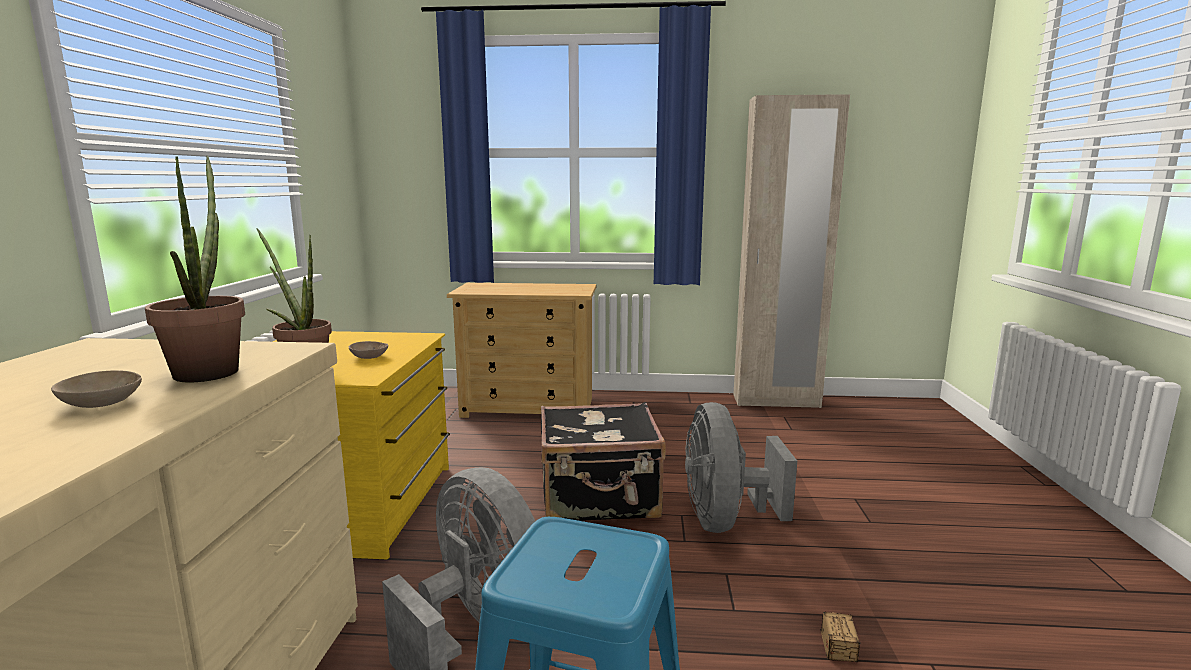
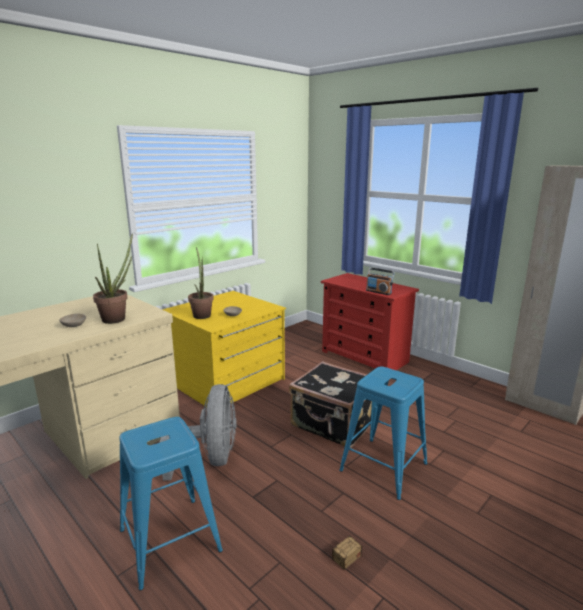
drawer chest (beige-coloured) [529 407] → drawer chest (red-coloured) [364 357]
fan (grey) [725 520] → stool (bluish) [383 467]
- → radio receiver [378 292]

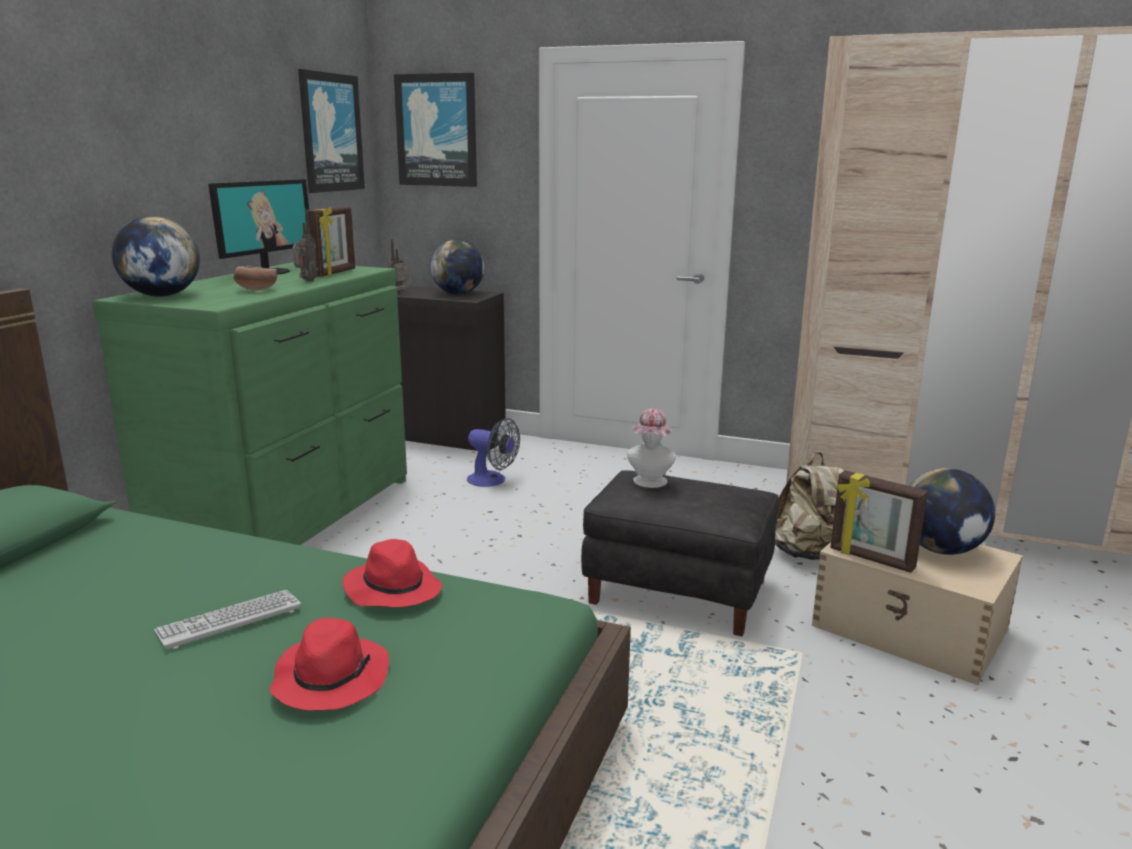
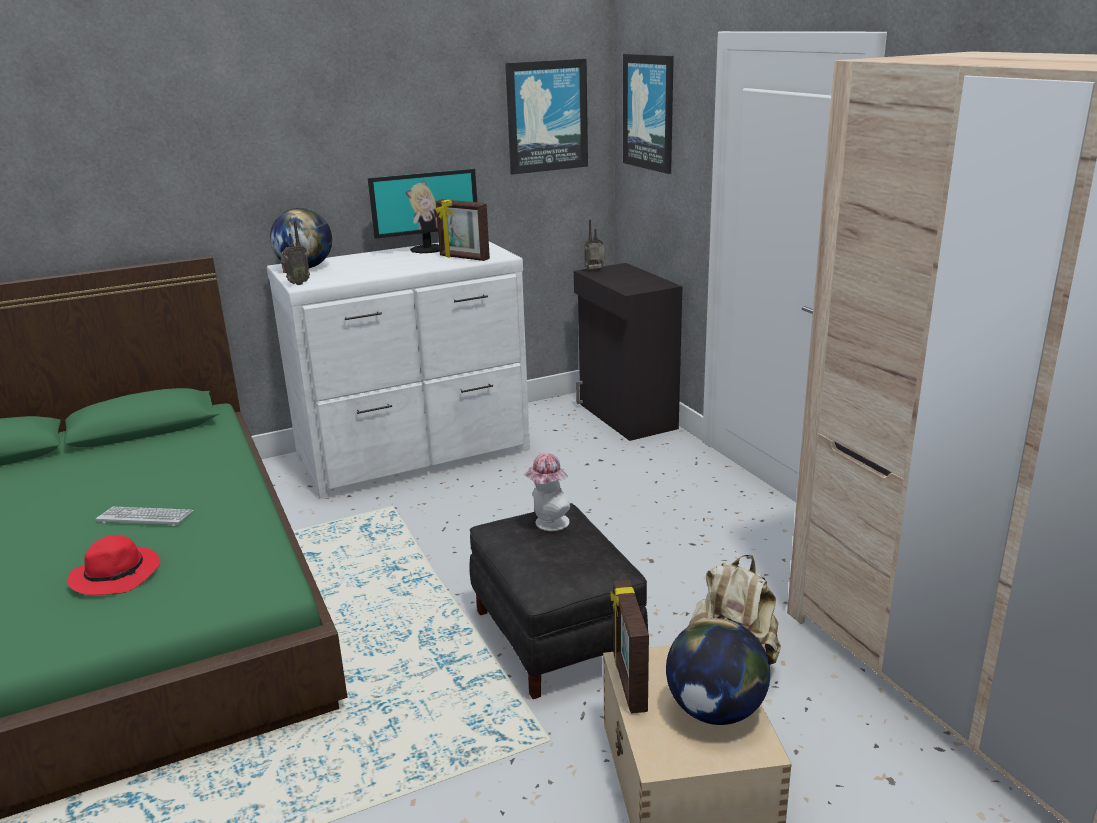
standing frame [335 273] → standing frame [464 258], 60 degrees clockwise
radio receiver [306 281] → radio receiver [296 284], shifted
world globe [458 293] → -
drawer chest (greenish) [291 517] → drawer chest (white) [415 454]
bowl [255 290] → -
fan [492 481] → -
clothing hat (red-coloured) [392 589] → -

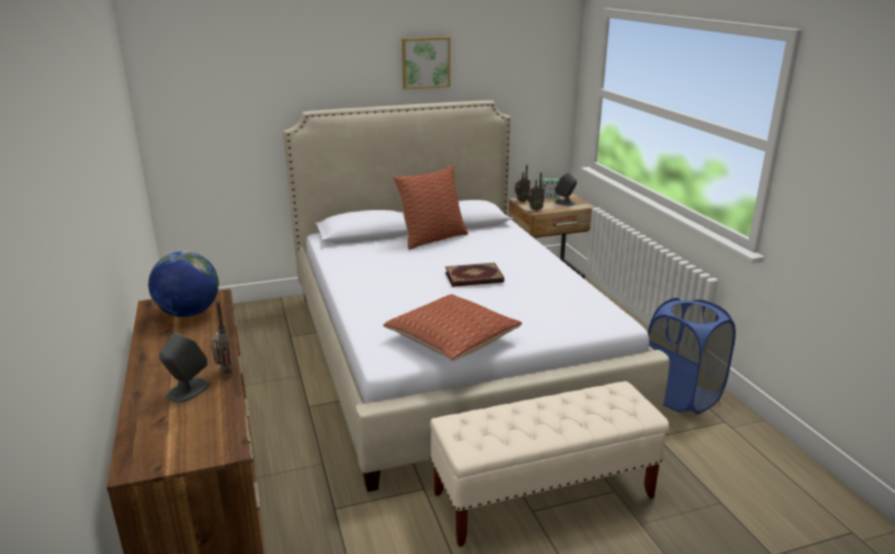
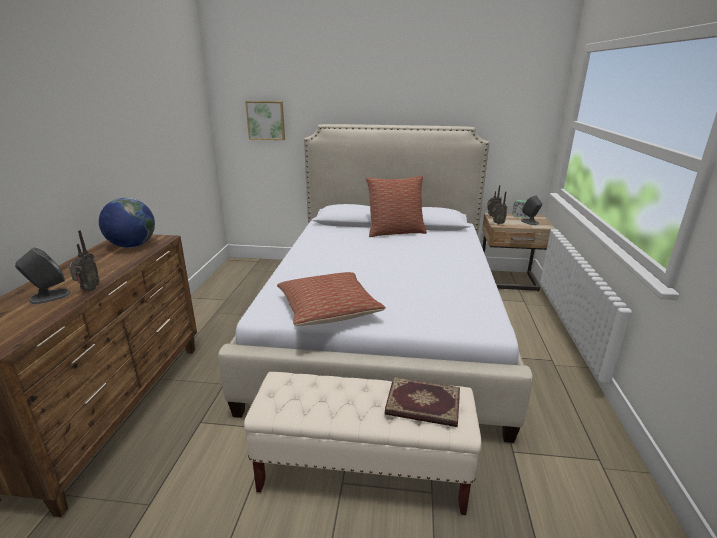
wall art [425 62] → wall art [266 120], shifted
bound book [474 278] → bound book [422 405], shifted
hamper (bluish) [681 396] → -

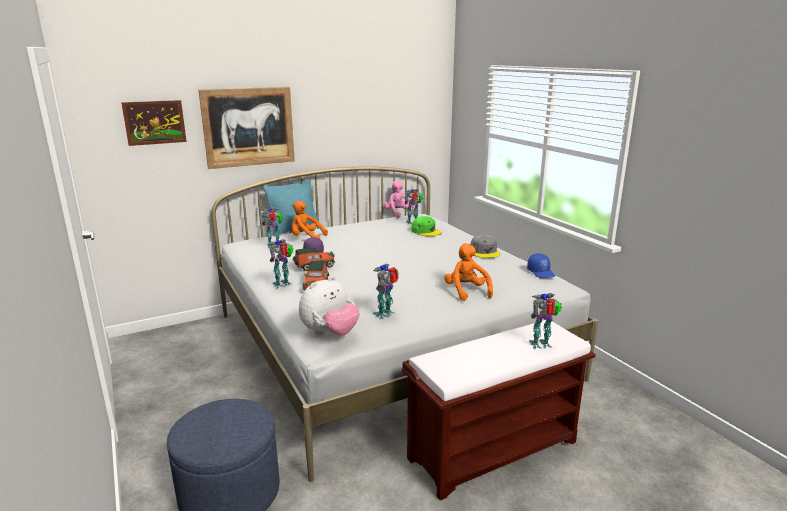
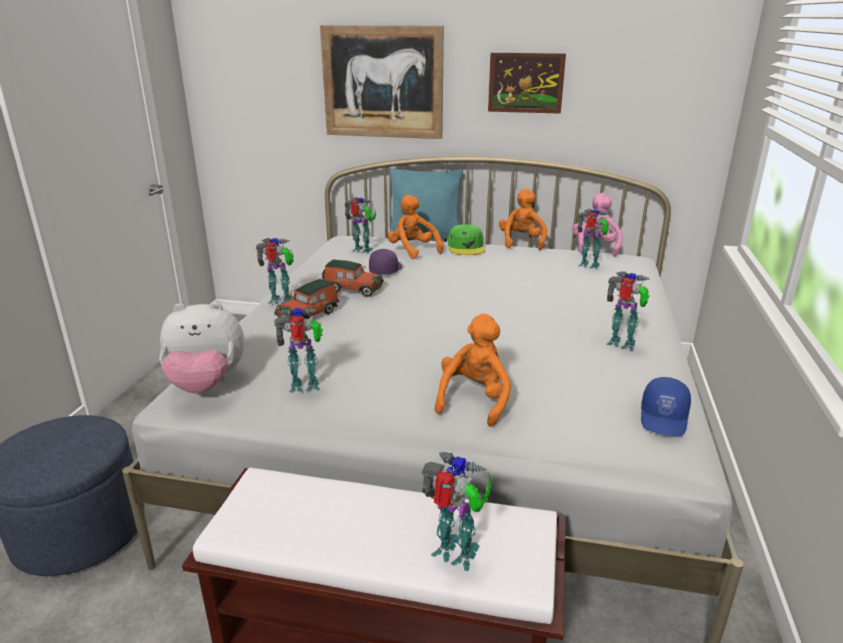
wall art [154 122] → wall art [526 83], shifted
cap (greenish) [426 231] → cap (greenish) [466 247], shifted
cap (grey) [484 252] → model robot [622 344]
- → plush toy (orange) [521 242]

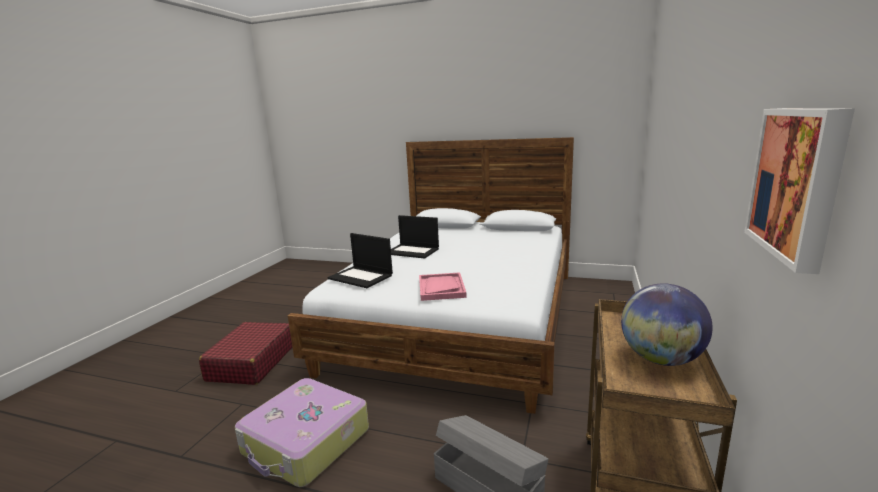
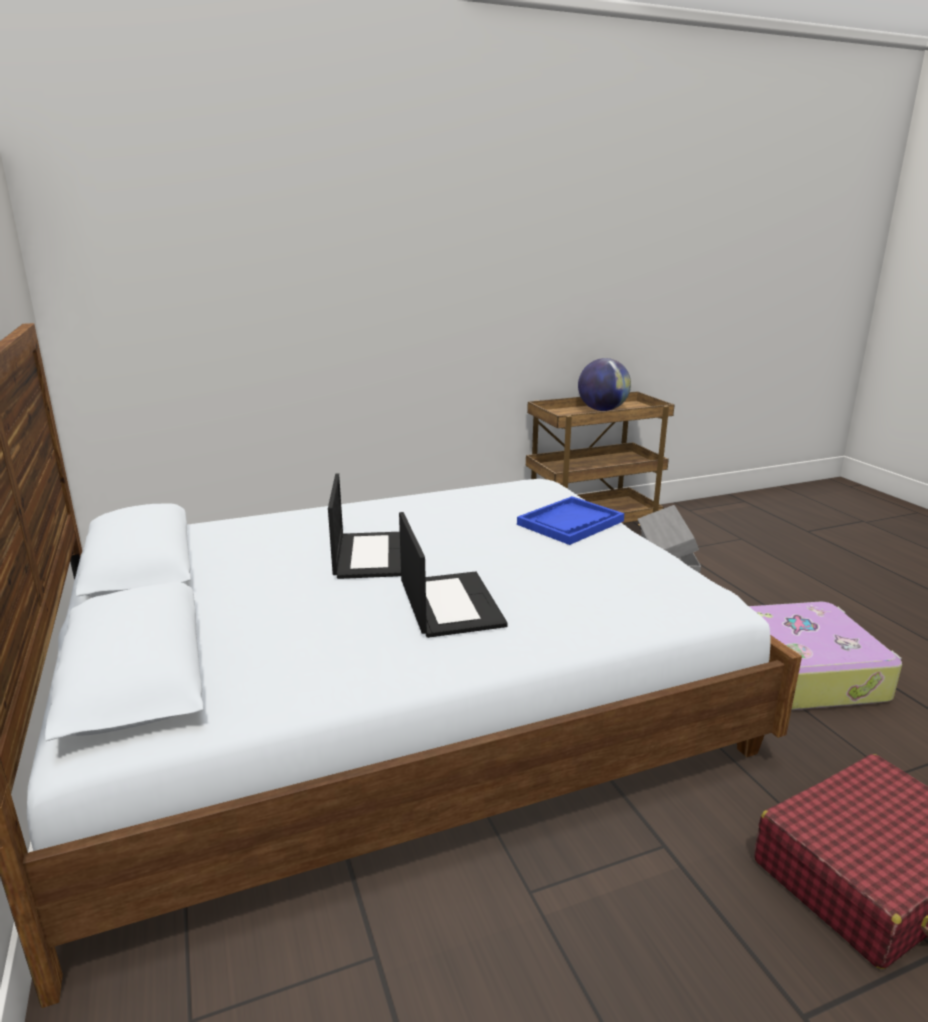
wall art [799 182] → -
laptop [361 277] → laptop [371 555], shifted
serving tray (pinkish) [441 288] → serving tray (bluish) [570 523]

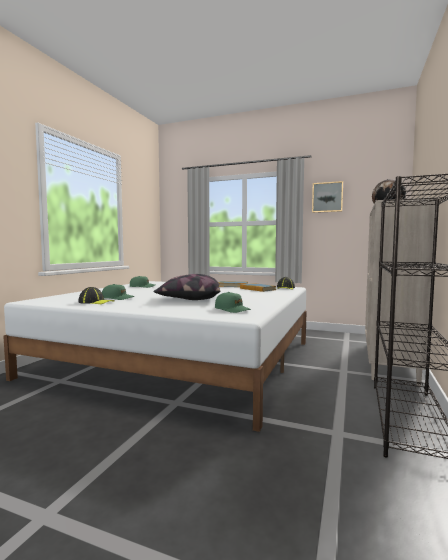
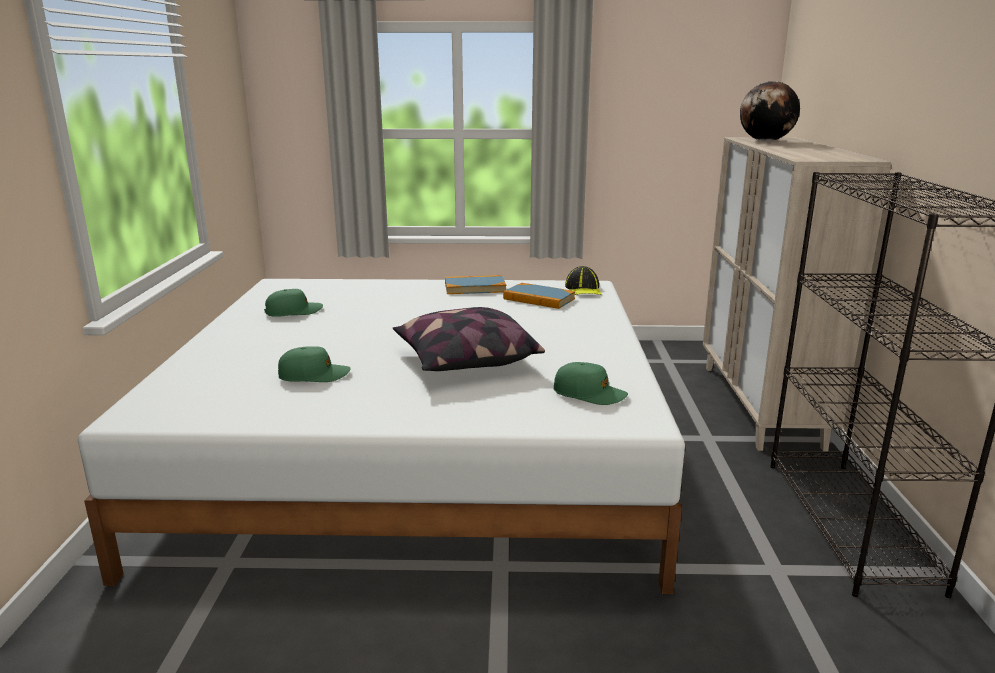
wall art [327 197] → -
cap [96 302] → -

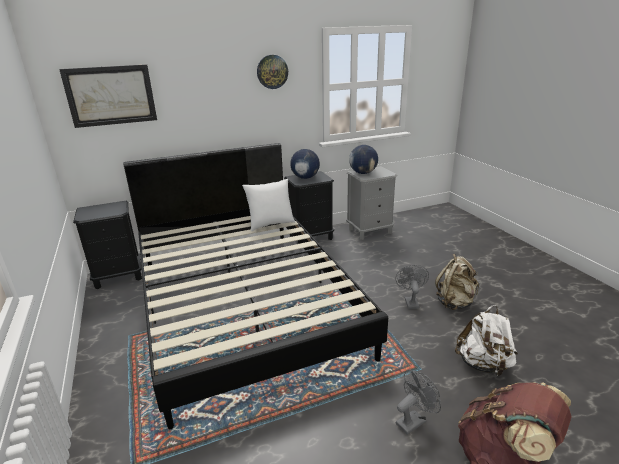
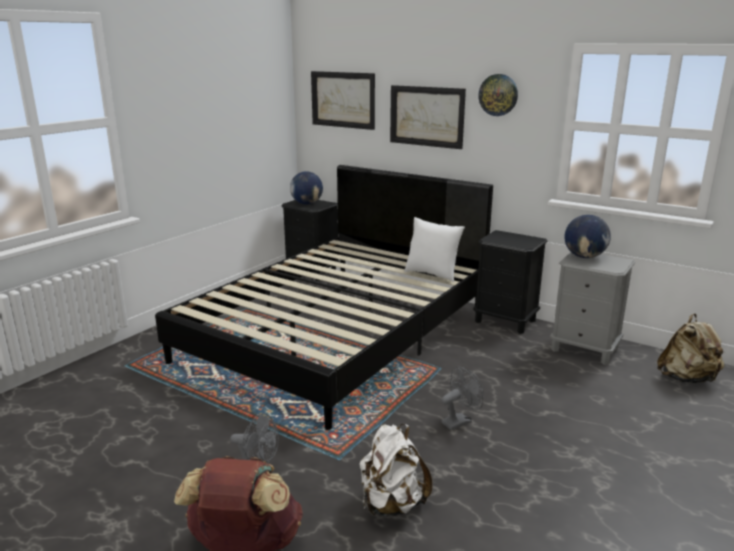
world globe [305 177] → world globe [307 204], shifted
knapsack (beige-coloured) [455 302] → knapsack (beige-coloured) [686 379], shifted
- → wall art [426 116]

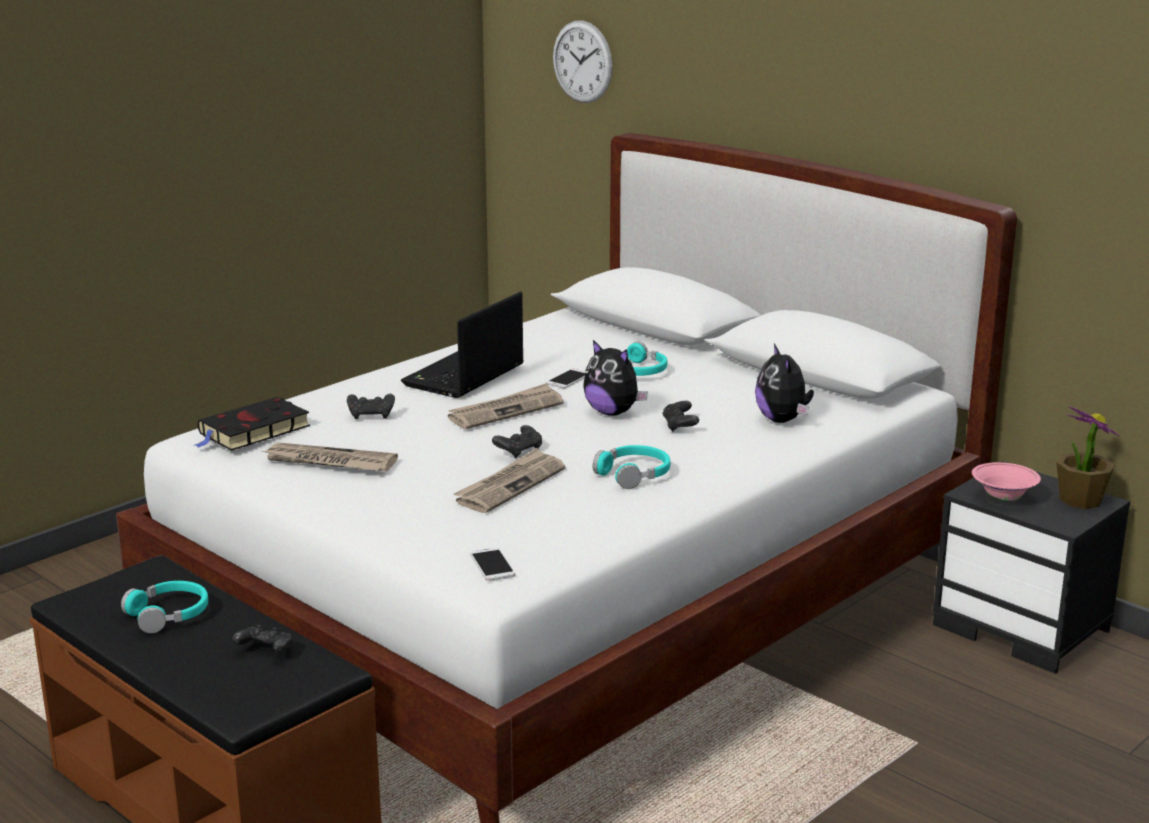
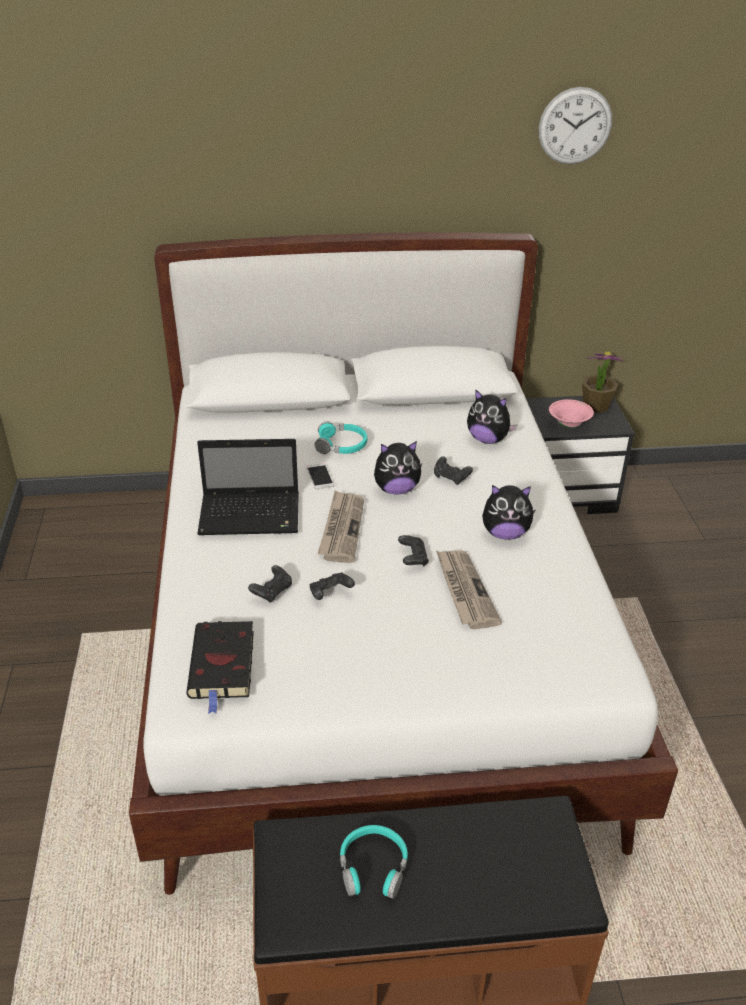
hanging clock [582 61] → hanging clock [575 126], shifted
laptop [463 377] → laptop [252 515], 75 degrees counterclockwise
newspaper [329 462] → -
headset (blue-green) [633 474] → plush toy [505 533]
telephone [492 565] → -
gamepad (blackish) [265 651] → gamepad (blackish) [330 593], shifted

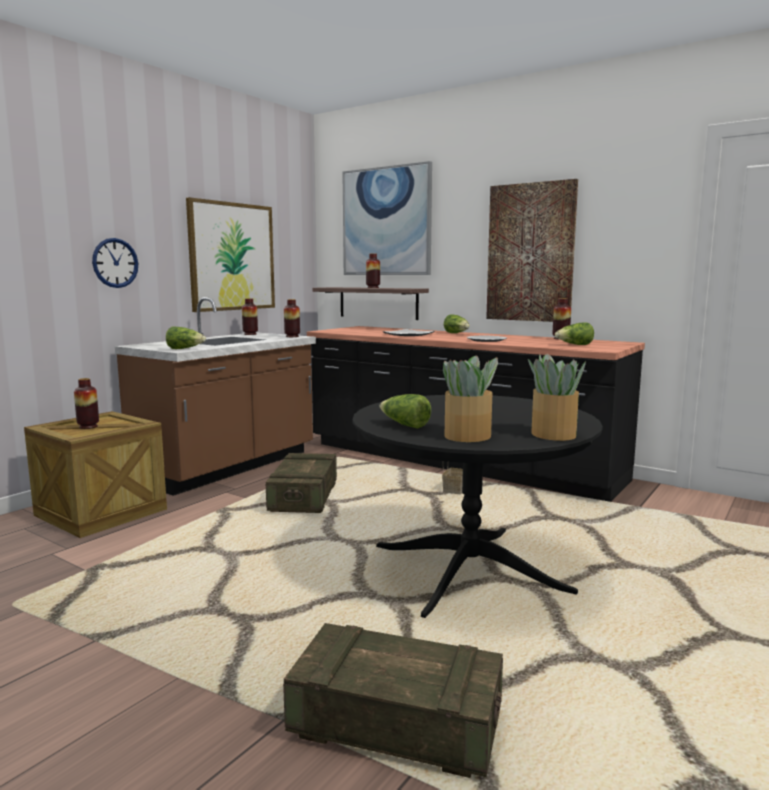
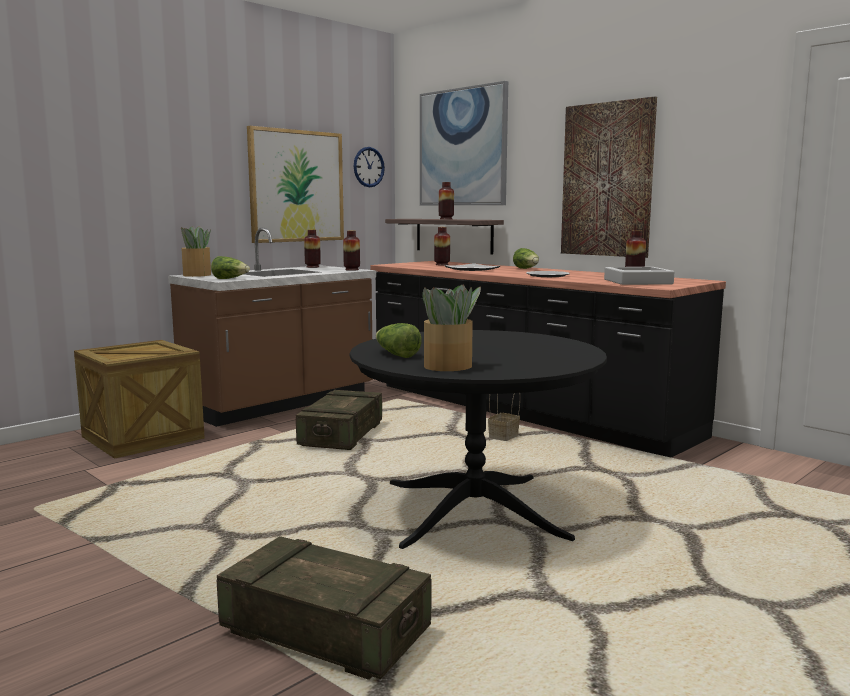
hanging clock [115 263] → hanging clock [368 167], shifted
lettuce [574 345] → serving tray (grey) [637 282]
plant in a pot [553 434] → plant in a pot [196 275], shifted
flower vase [88 426] → flower vase [442 265], shifted

